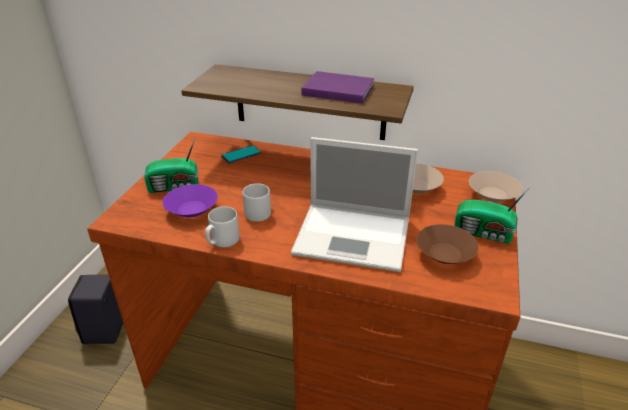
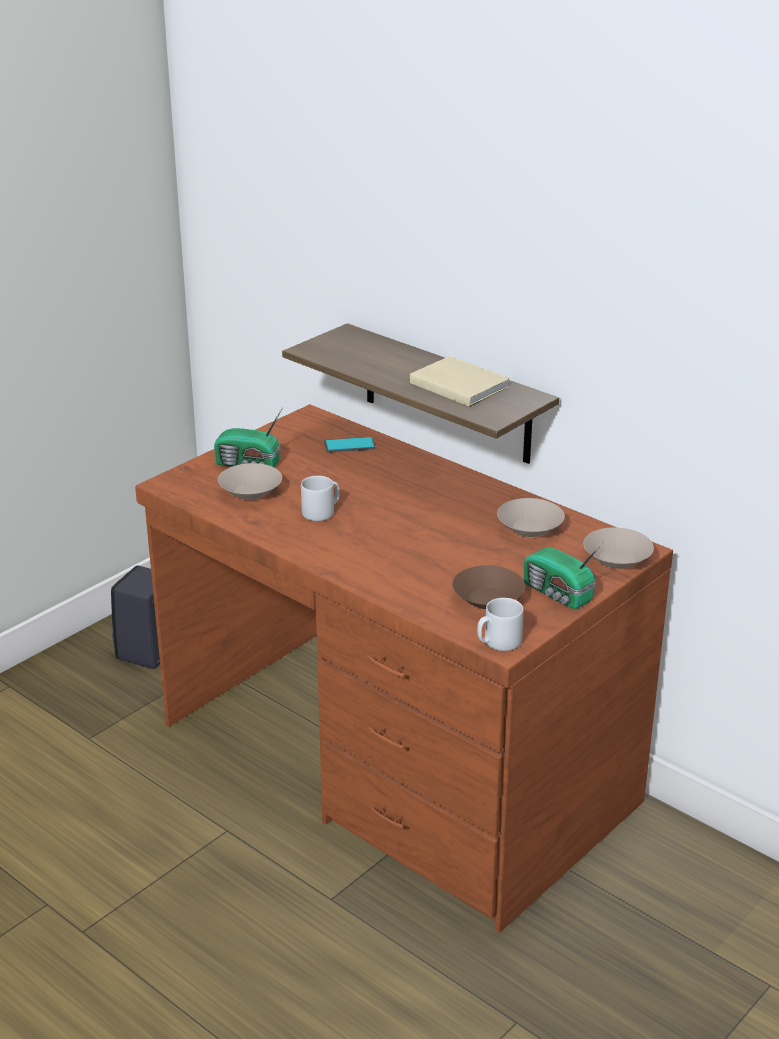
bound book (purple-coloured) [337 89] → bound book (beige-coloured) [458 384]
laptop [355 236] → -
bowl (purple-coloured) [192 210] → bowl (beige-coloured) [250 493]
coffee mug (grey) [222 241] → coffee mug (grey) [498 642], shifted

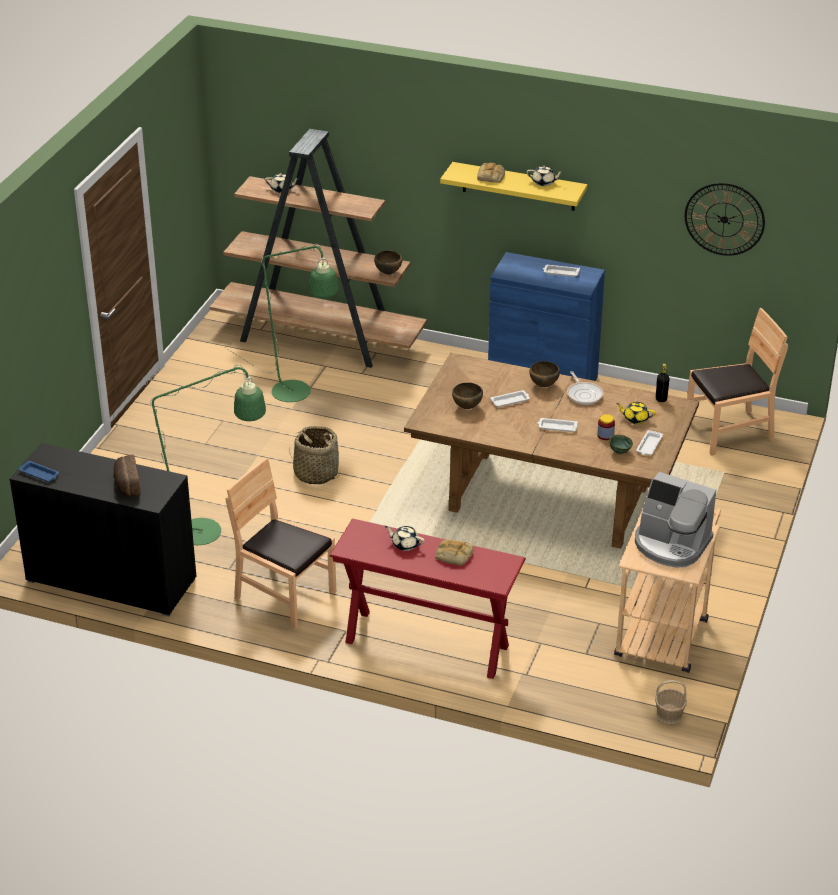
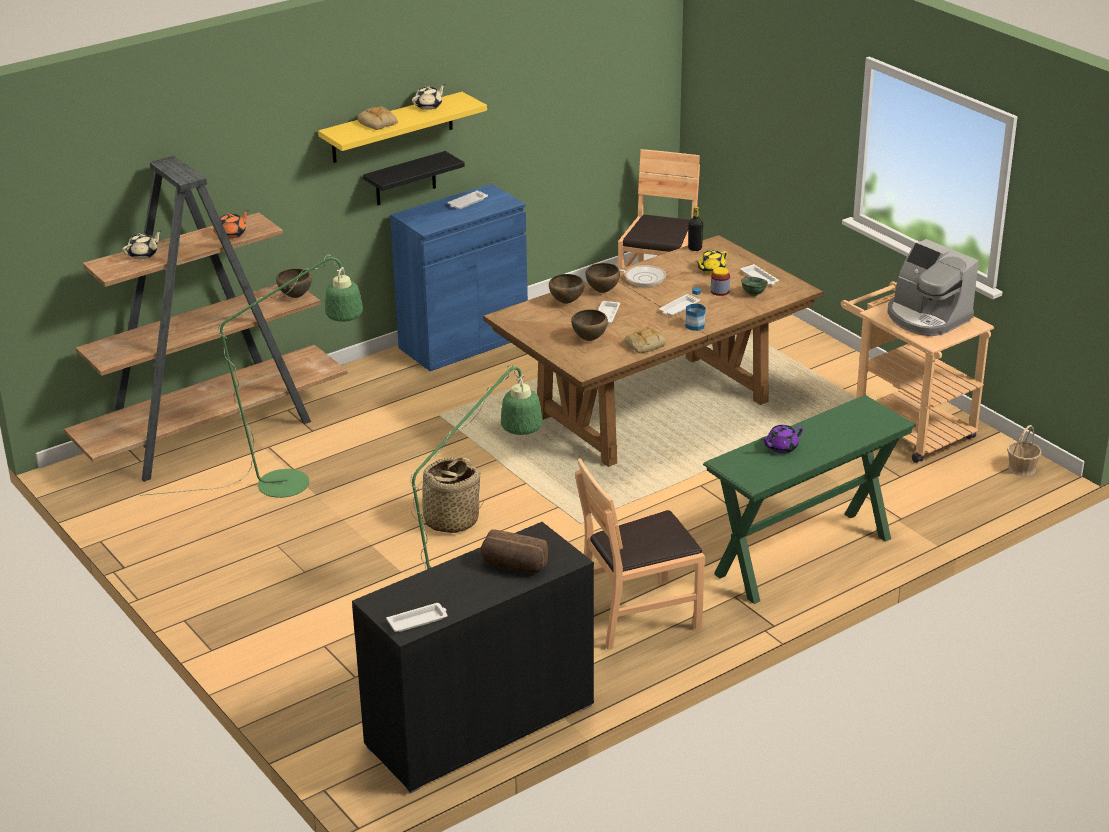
hanging clock [724 219] → -
serving tray (bluish) [39 474] → serving tray (white) [418 621]
coffee machine [671 544] → coffee machine [926 317], 75 degrees clockwise
console table (red-coloured) [426 644] → console table (greenish) [803 556]
teapot (beige-coloured) [405 544] → teapot (purple-coloured) [781 447]
bakery bread [453 555] → bakery bread [645 345], shifted
- → wall shelf (blackish) [405 179]
- → teapot (orange) [232 234]
- → bowl (brown) [566 302]
- → bottle [695 326]

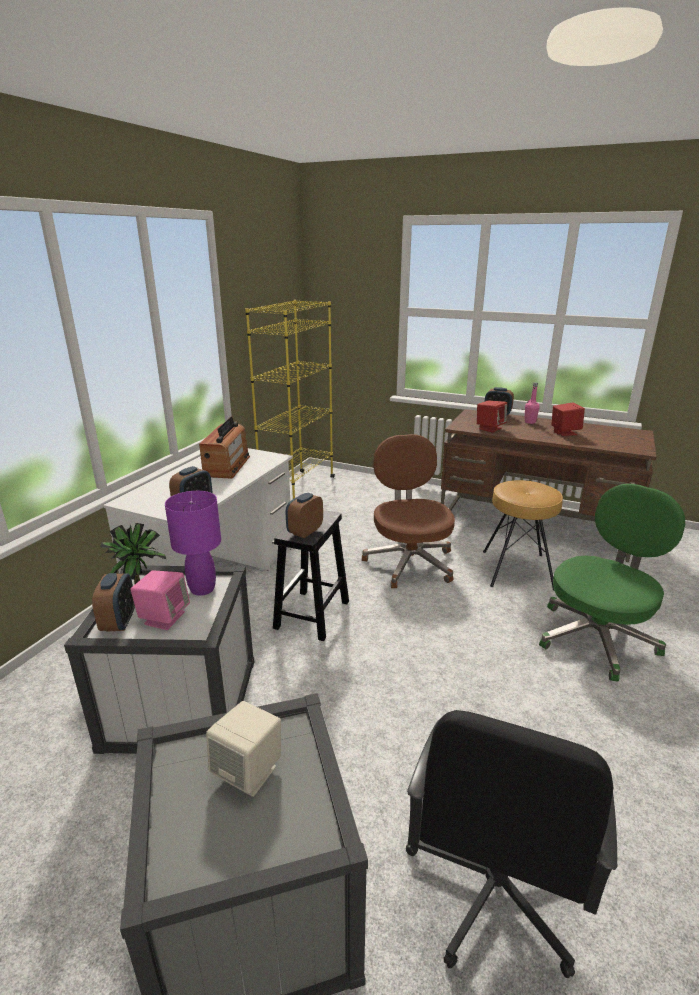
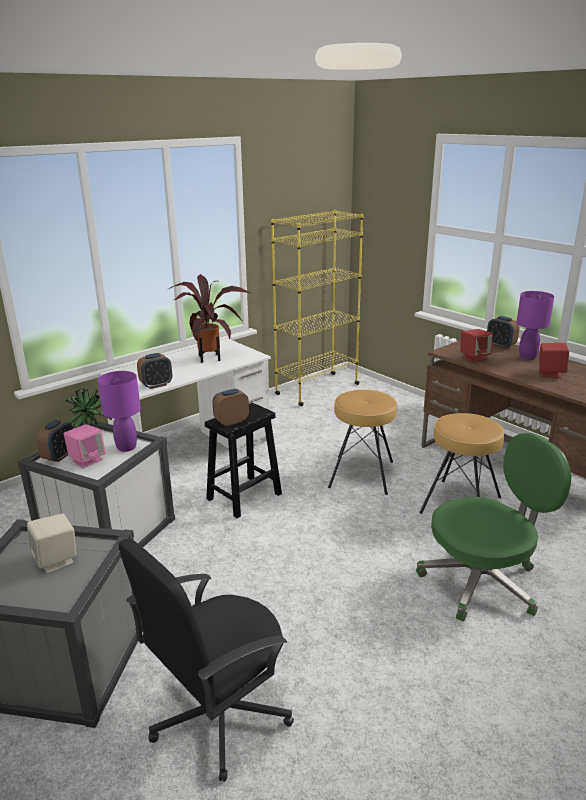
bottle (pinkish) [530 422] → lamp for a table (purple-coloured) [527 357]
radio receiver [227 466] → plant in a pot [210 357]
desk chair (brown) [409 562] → stool (brown) [362 474]

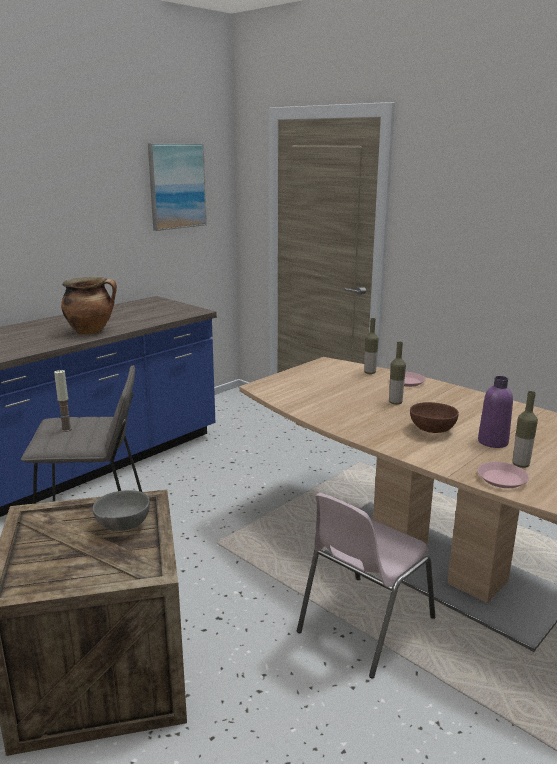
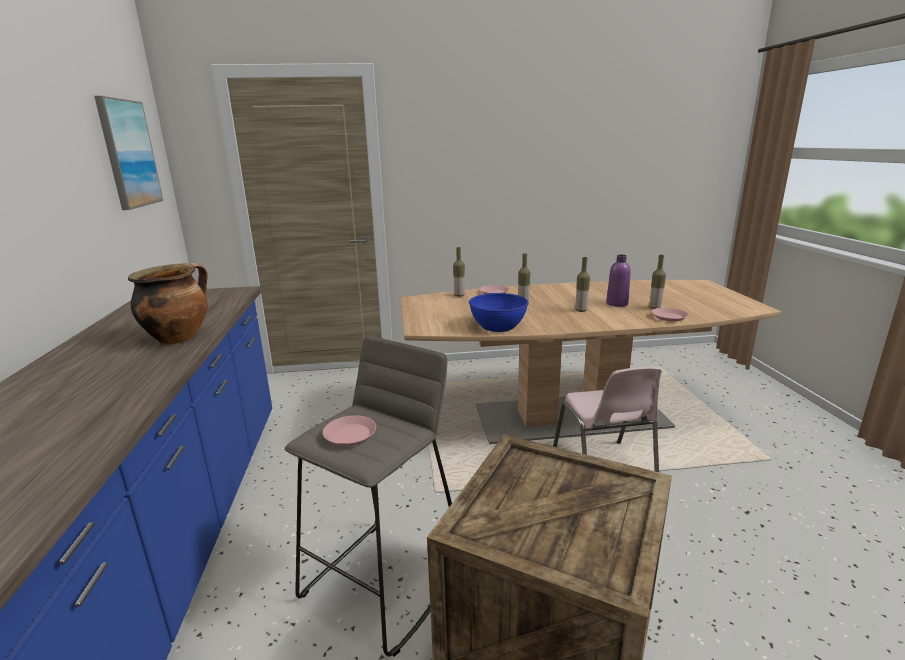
wax candle [66 429] → plate (pinkish) [349 435]
bowl (brown) [431 430] → bottle [581 310]
bowl (grey) [122 526] → -
- → bowl (bluish) [498 326]

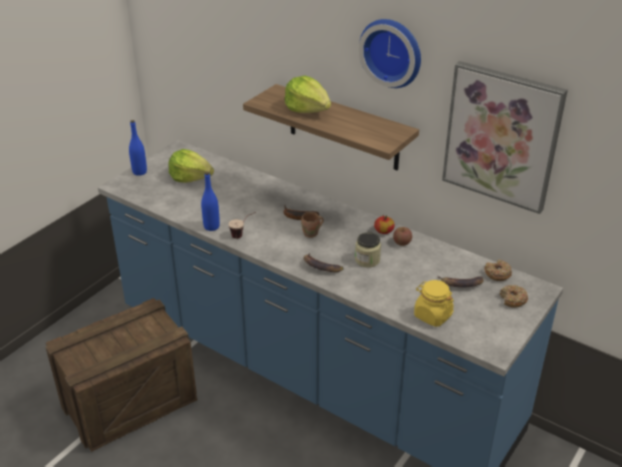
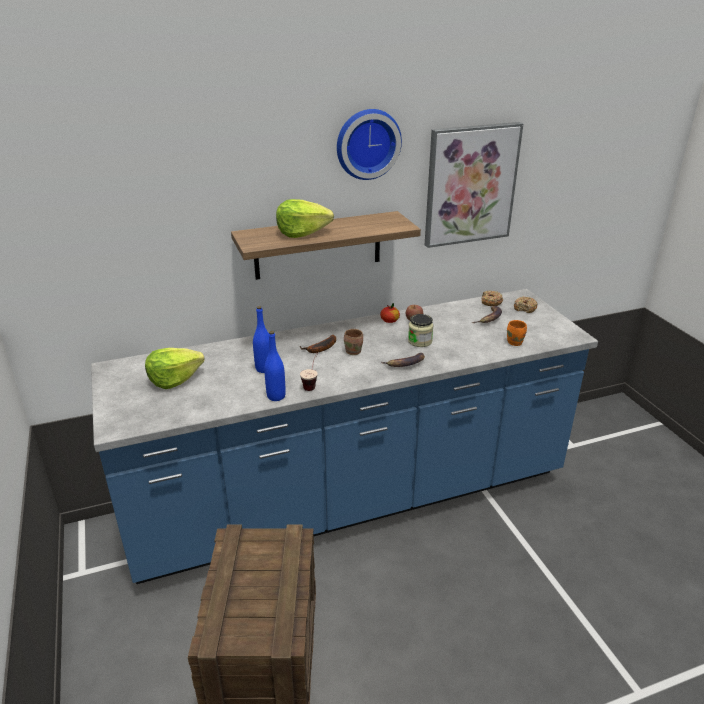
bottle (bluish) [139 172] → bottle (bluish) [264 368], shifted
storage jar (yellow) [432 315] → coffee mug (orange) [516 342]

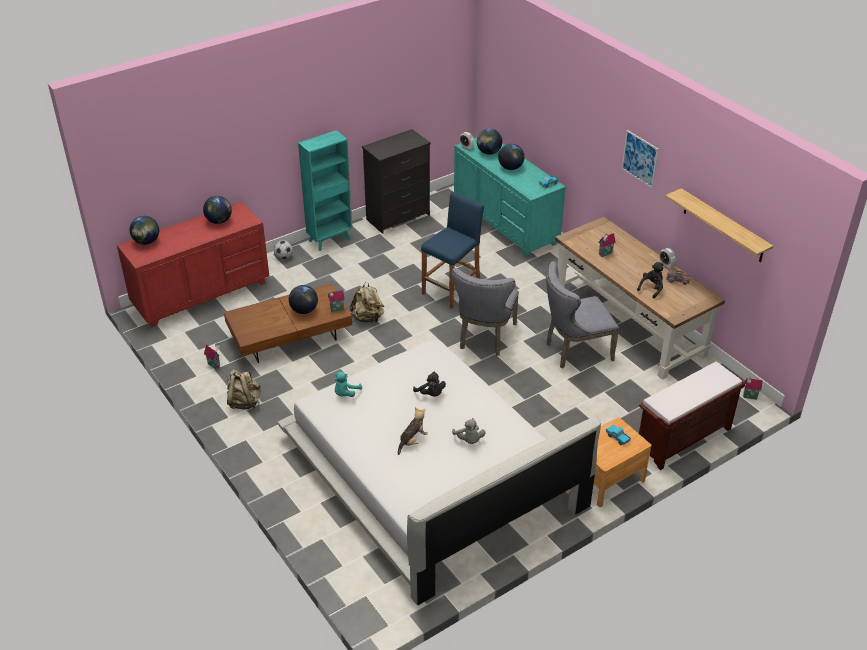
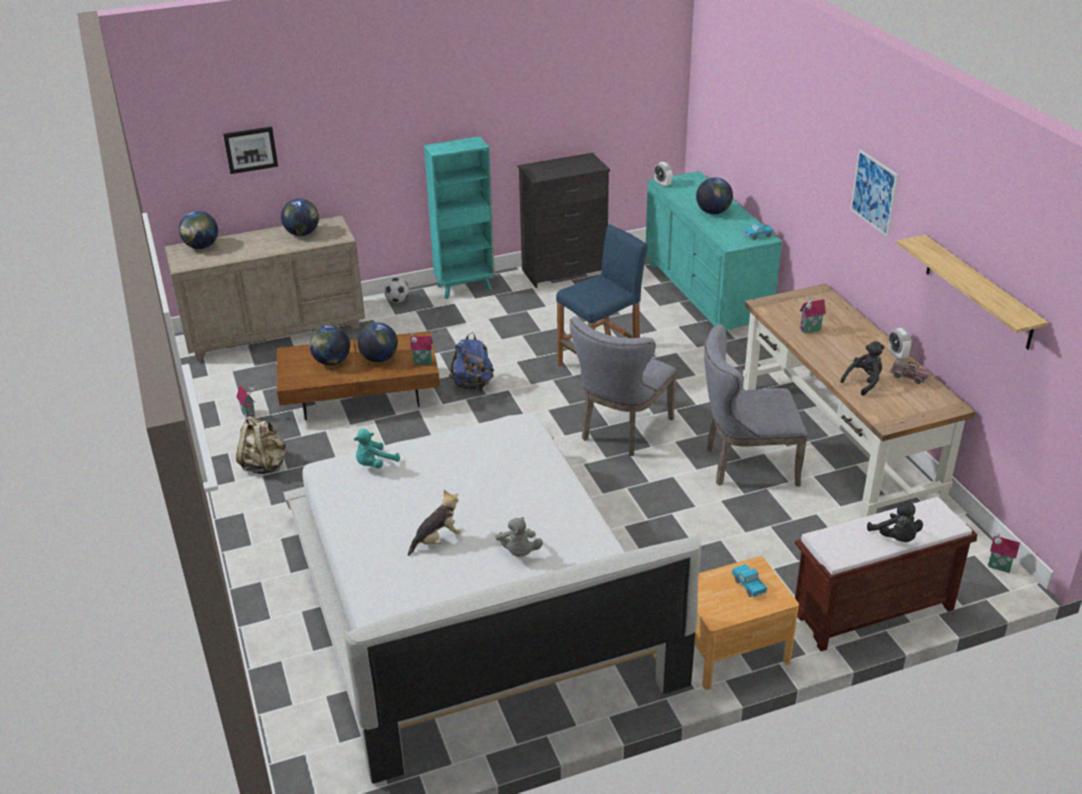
world globe [488 152] → world globe [331 362], shifted
drawer chest (red-coloured) [201 294] → drawer chest (beige-coloured) [274 330]
knapsack (beige-coloured) [368 318] → knapsack (bluish) [473 385]
plush toy (blackish) [431 394] → plush toy (blackish) [896 538], shifted
- → wall art [250 149]

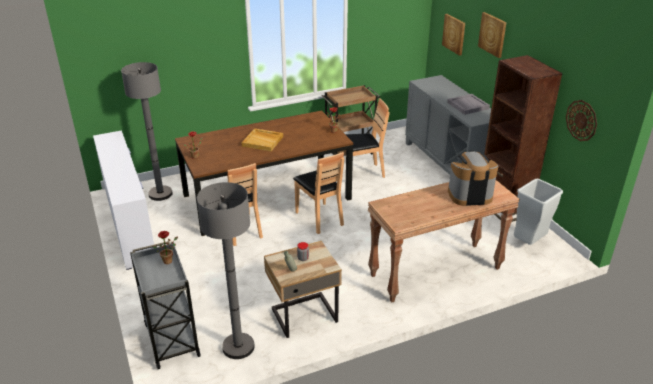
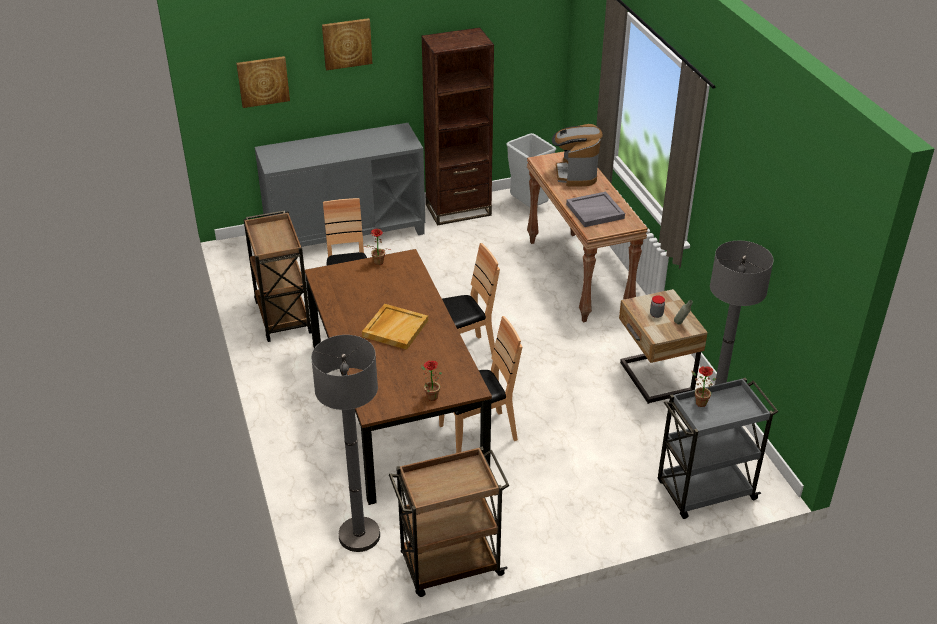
serving tray (grey) [467 105] → serving tray (grey) [594 212], shifted
hanging clock [581 120] → -
drawer chest (white) [130 225] → wheeled cart (brown) [449 565]

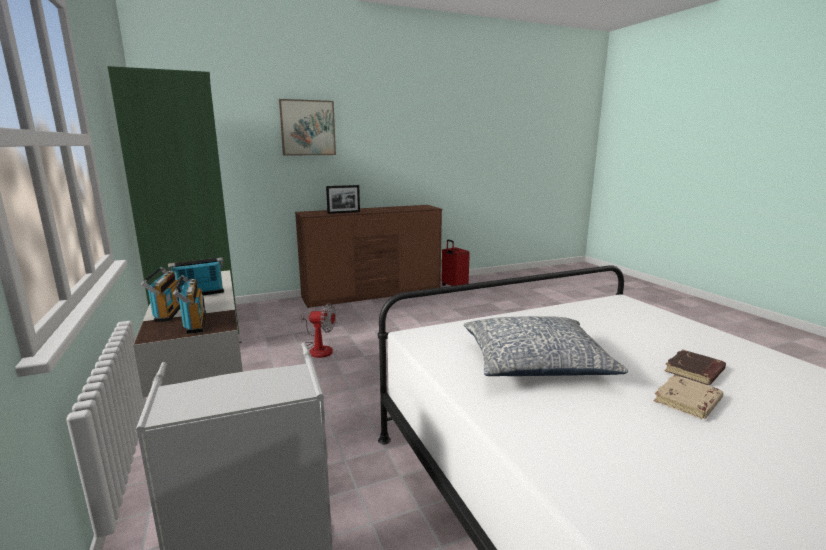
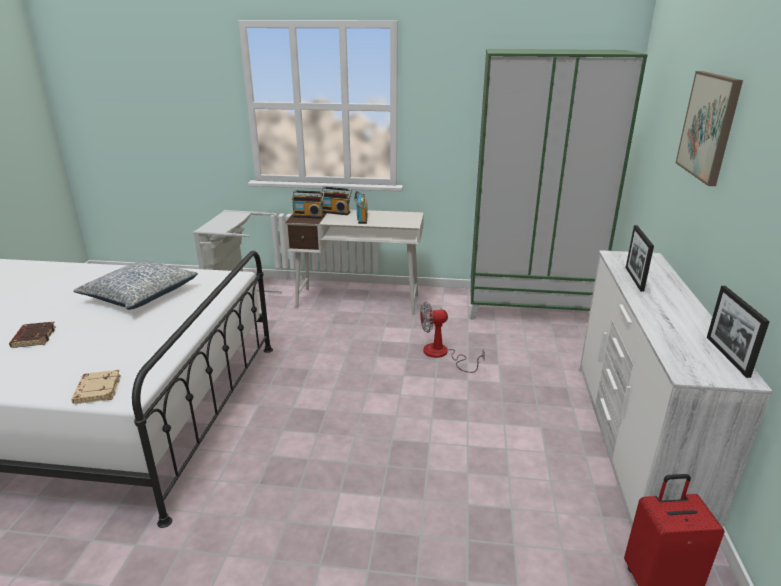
drawer chest (brown) [373 294] → drawer chest (white) [631 443]
fan [318 349] → fan [442 354], 45 degrees clockwise
bound book (beige-coloured) [688 402] → bound book (beige-coloured) [97 390], shifted
- → standing frame [727 356]

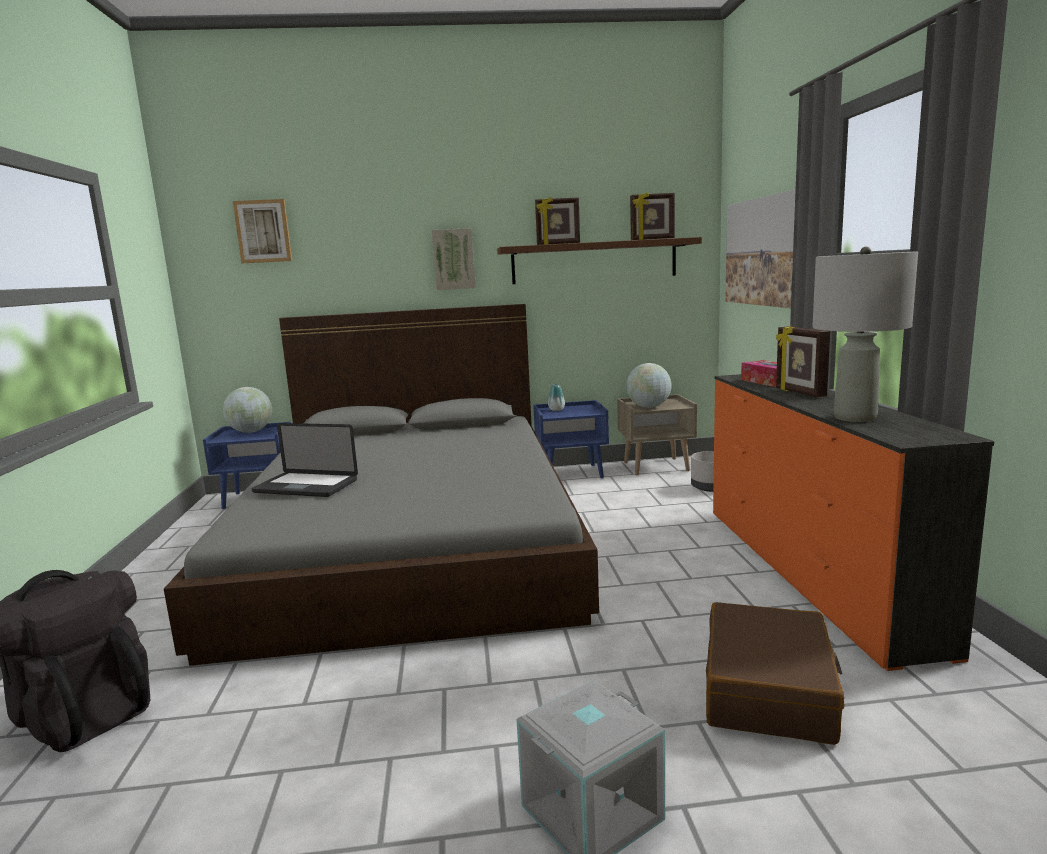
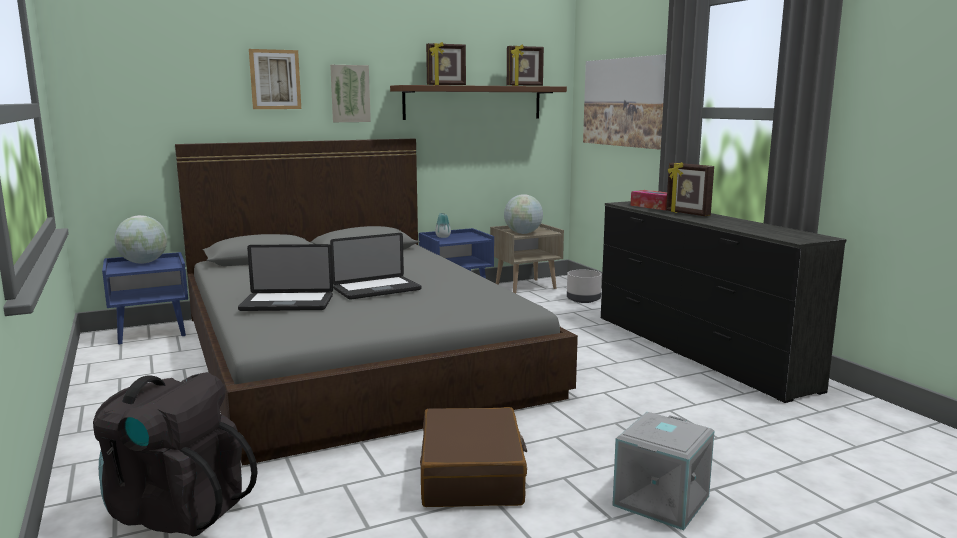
wall art [263 231] → wall art [275 79], shifted
lamp for a table (grey) [854 418] → -
drawer chest (orange) [809 571] → drawer chest (blackish) [697 351]
travel case (brown) [769 690] → travel case (brown) [472 475], shifted
- → laptop [377 289]

